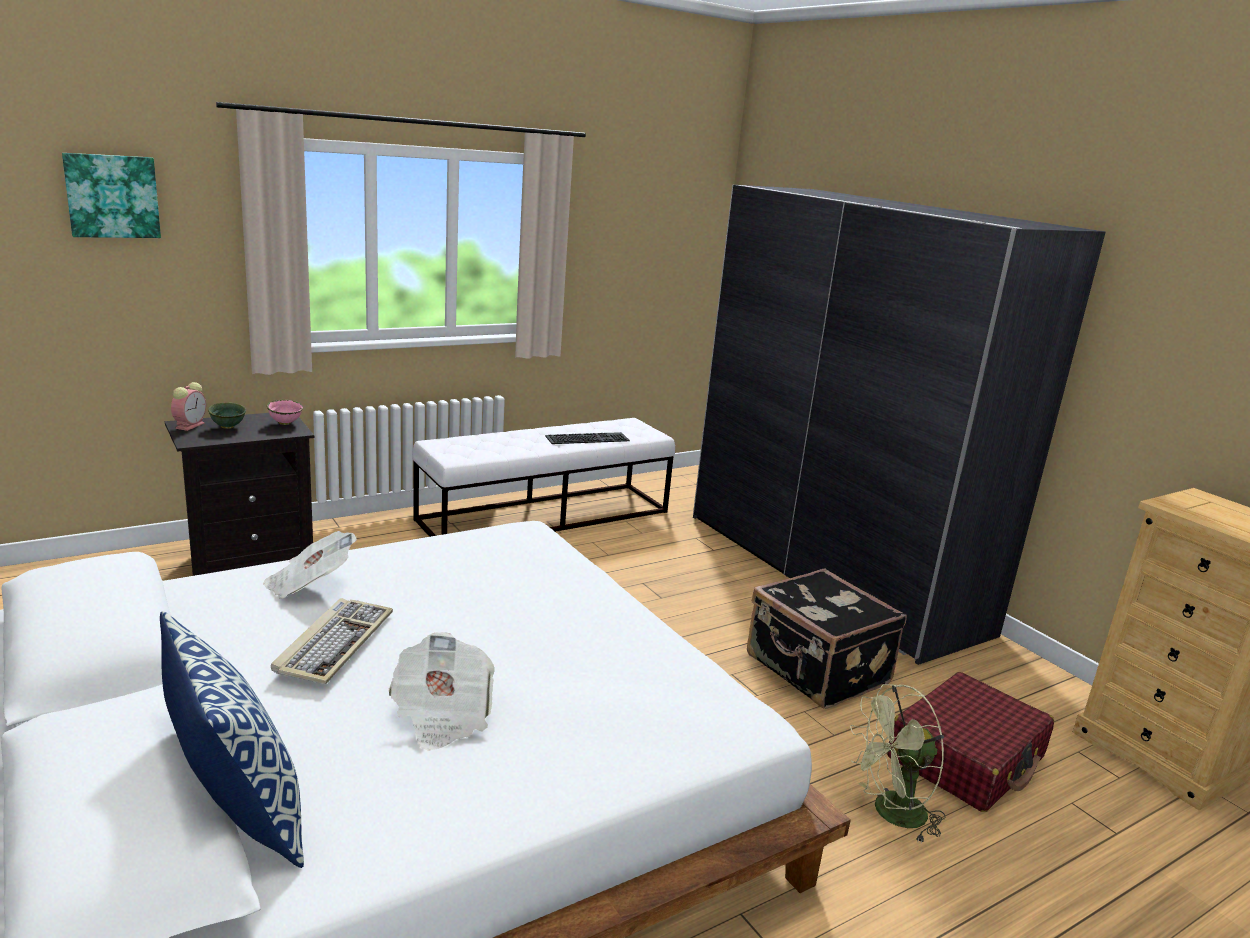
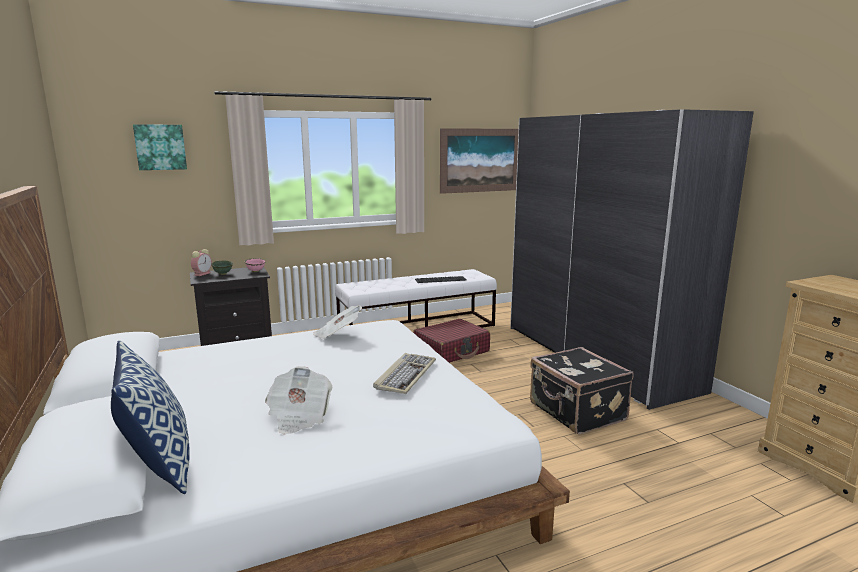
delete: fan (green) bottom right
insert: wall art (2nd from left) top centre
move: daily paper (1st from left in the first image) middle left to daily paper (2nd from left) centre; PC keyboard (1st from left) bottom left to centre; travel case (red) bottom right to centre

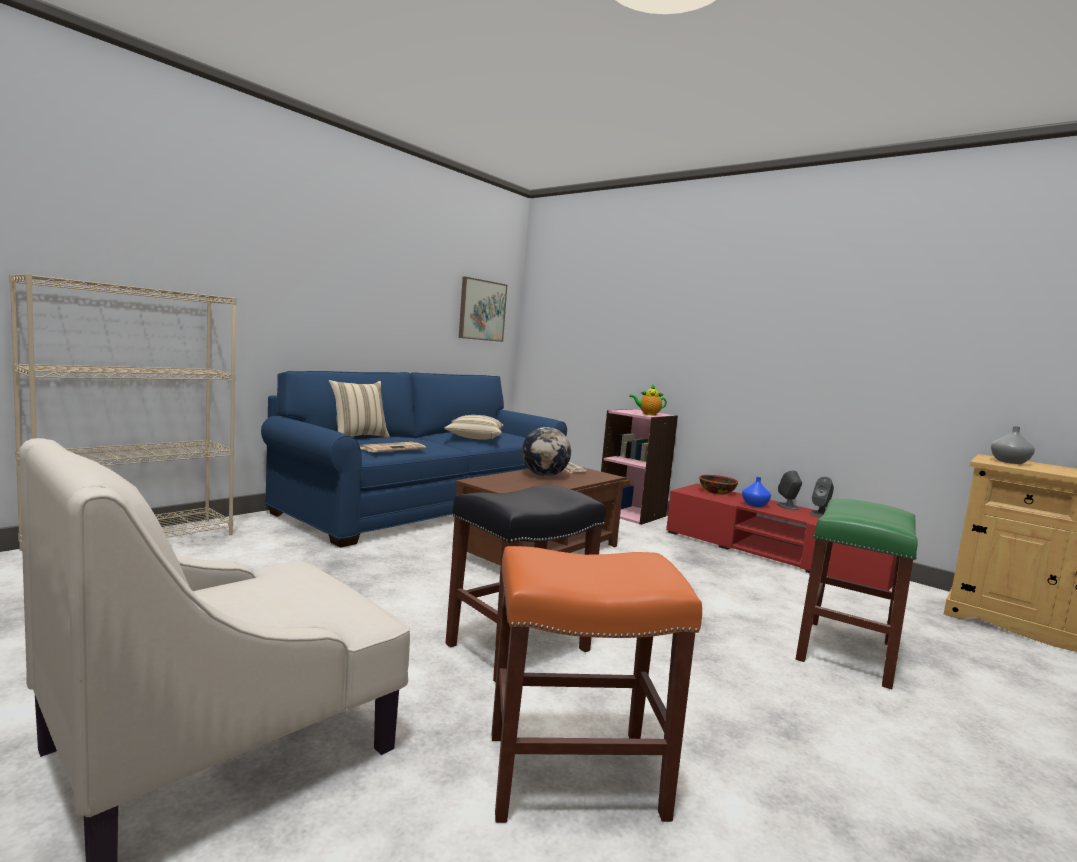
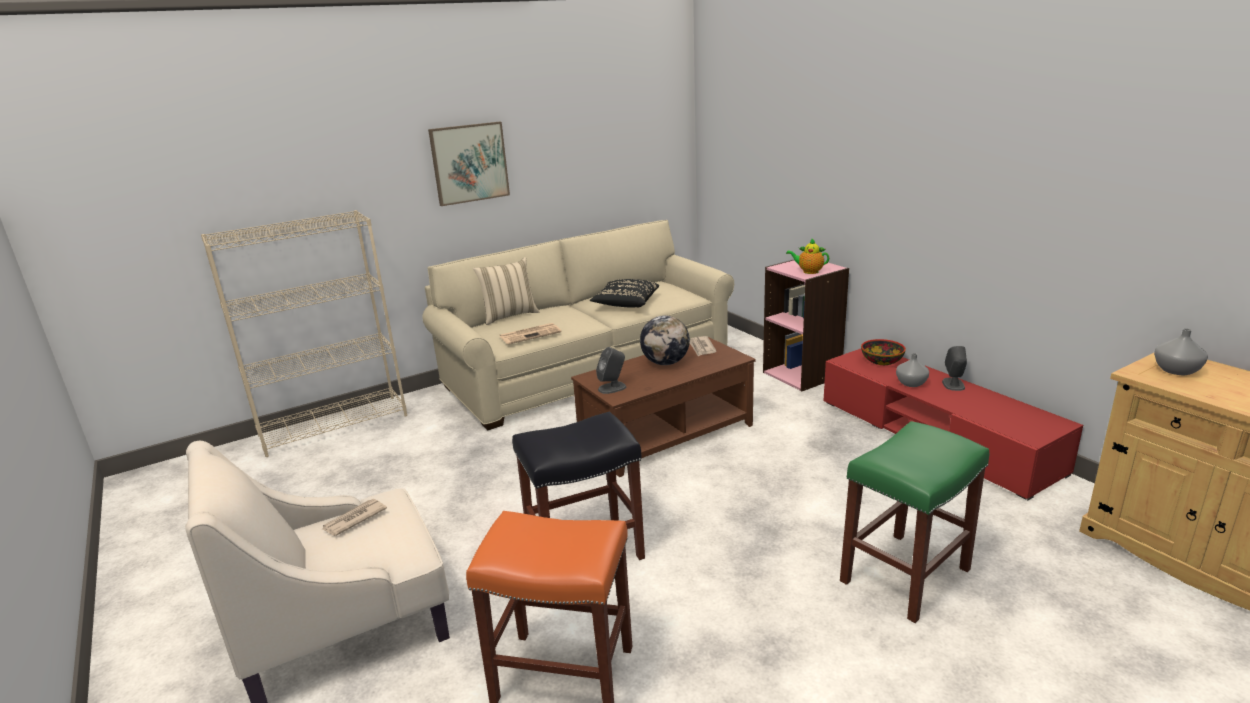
insert: daily paper (1st from left) bottom left
move: wall art centre to top centre; loudspeaker (greyish) (2nd from left in the first image) middle right to loudspeaker (greyish) (1st from left) centre
recolor: couch (bluish) centre to couch (sand-coloured) centre; cushion (sand-coloured) (2nd from left) centre to cushion (blackish) centre; flower vase (bluish) middle right to flower vase (greyish) (1st from left) middle right

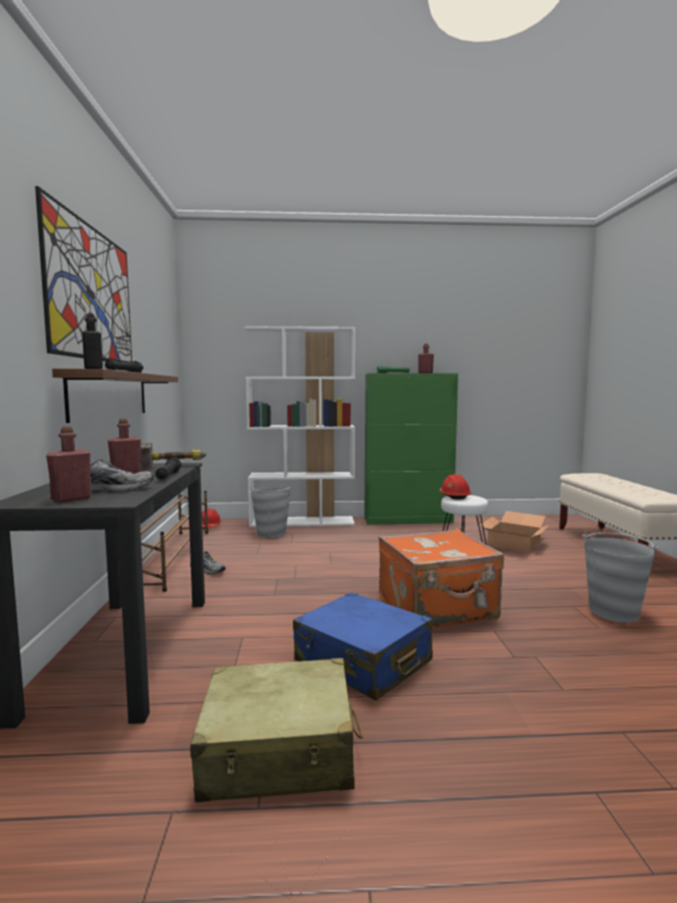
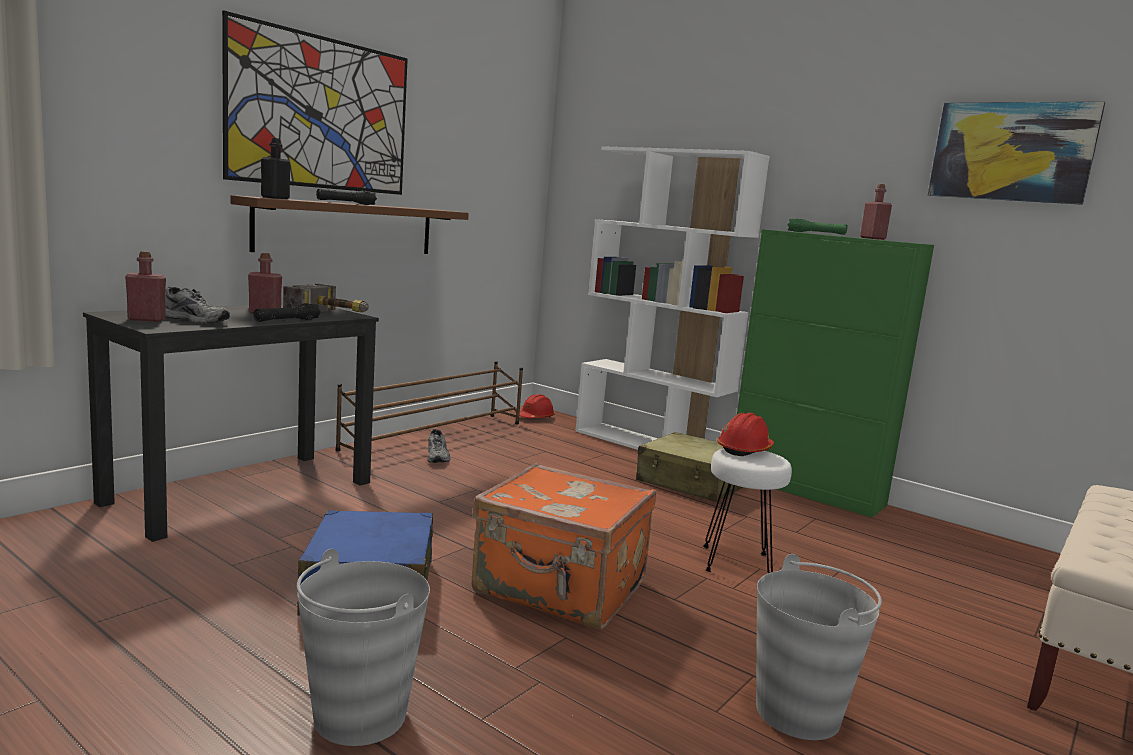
delete: carton middle right
insert: wall art (2nd from left) top right
move: pail (greyish) (1st from left) centre to bottom left; travel case (sand-coloured) bottom centre to centre

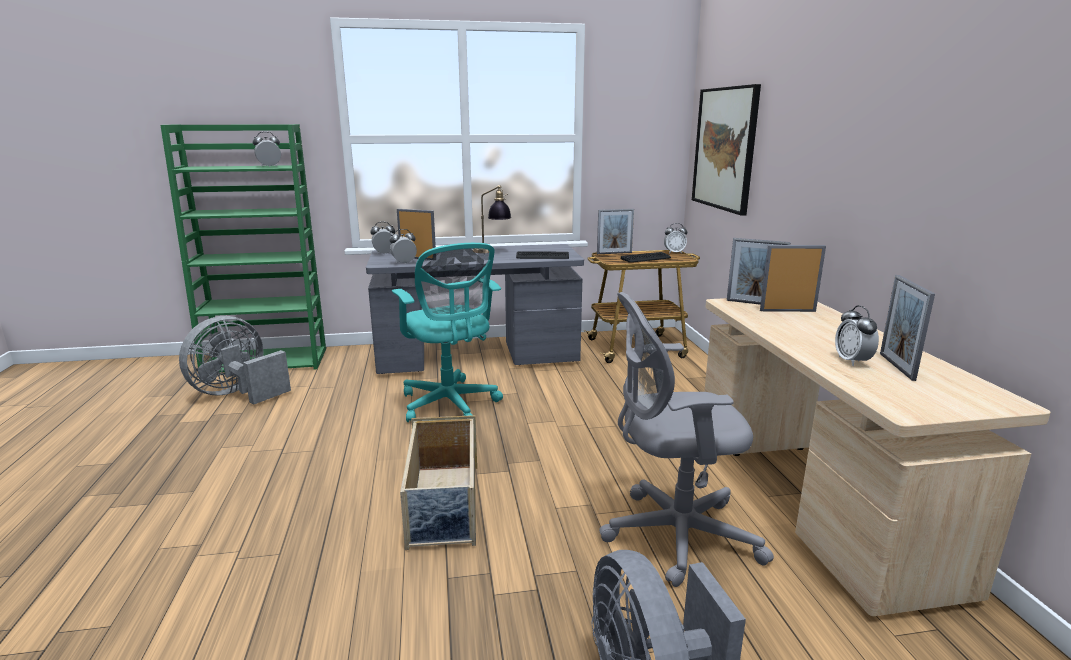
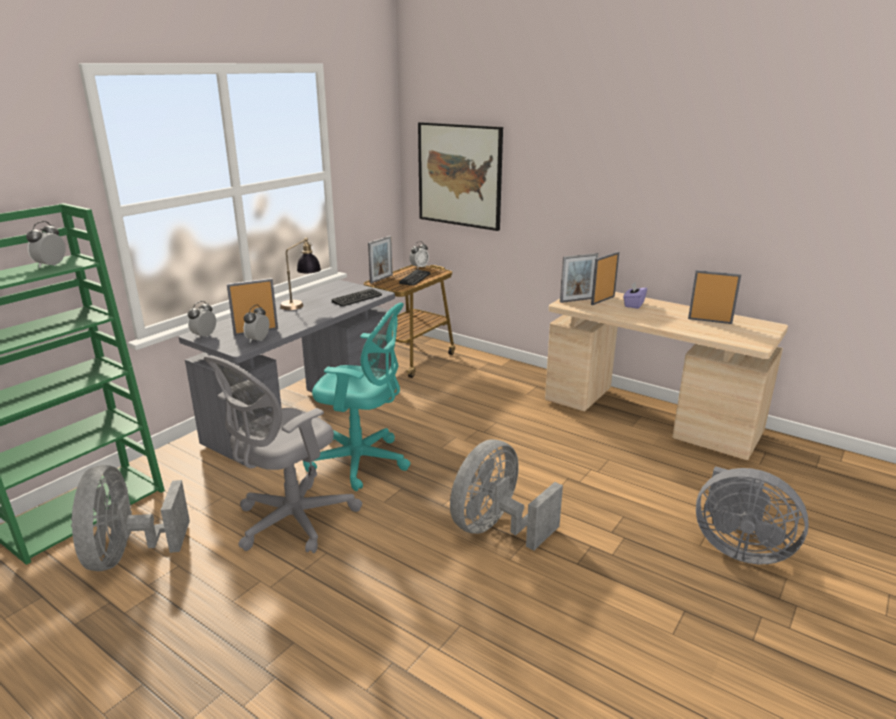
delete: table clock (5th from left) middle right
insert: box of tissues (purple) middle right
move: office chair (greyish) centre to middle left
replace: storage container (sand-coloured) bottom centre to fan (greyish) (2nd from left) bottom centre
rotate: standing frame (5th from left) middle right = middle right 150 degrees clockwise

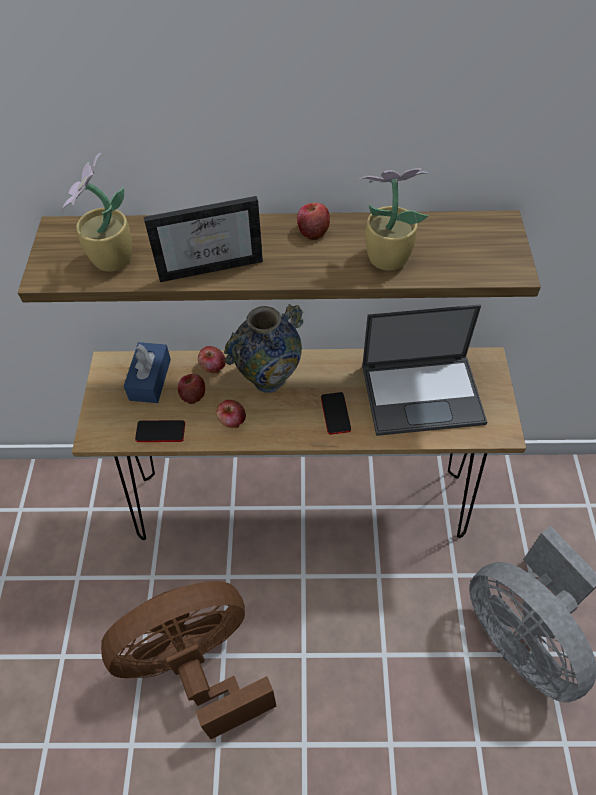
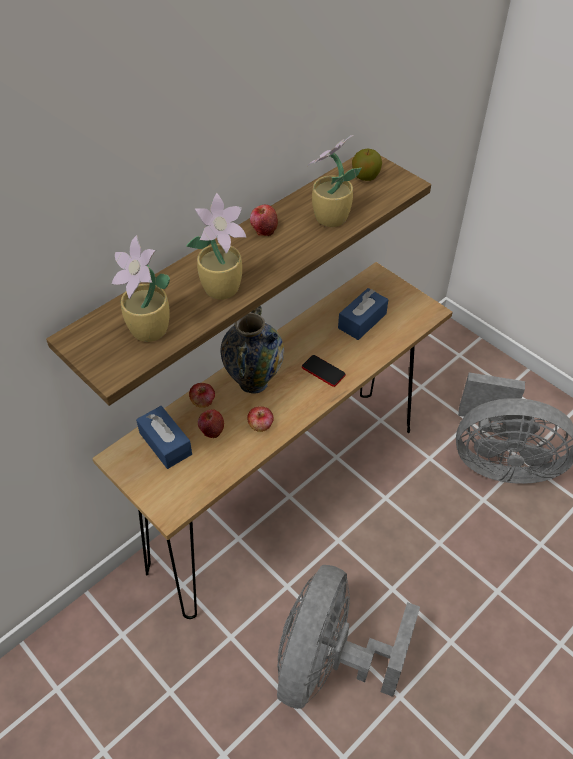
delete: telephone (1st from left) middle left
insert: apple fruit (5th from left) top centre
replace: standing frame top centre to plant in a pot (2nd from left) top centre; portable computer middle right to box of tissues (bluish) (2nd from left) centre
recolor: fan (brown-coloured) bottom left to fan (greyish) (1st from left) bottom centre

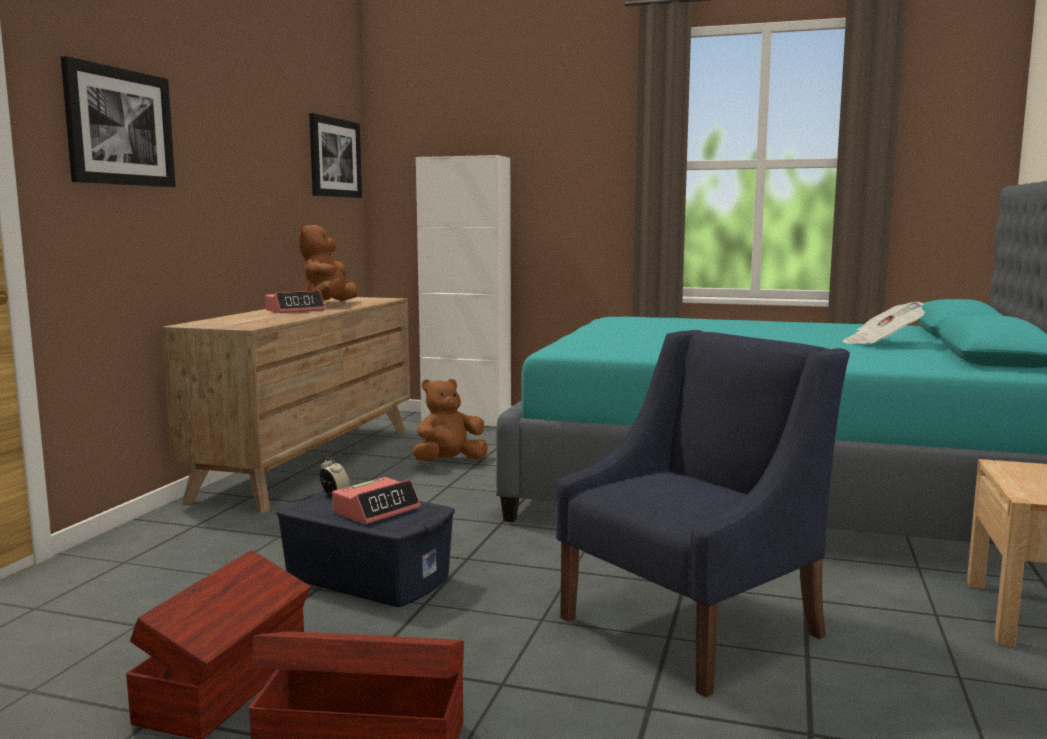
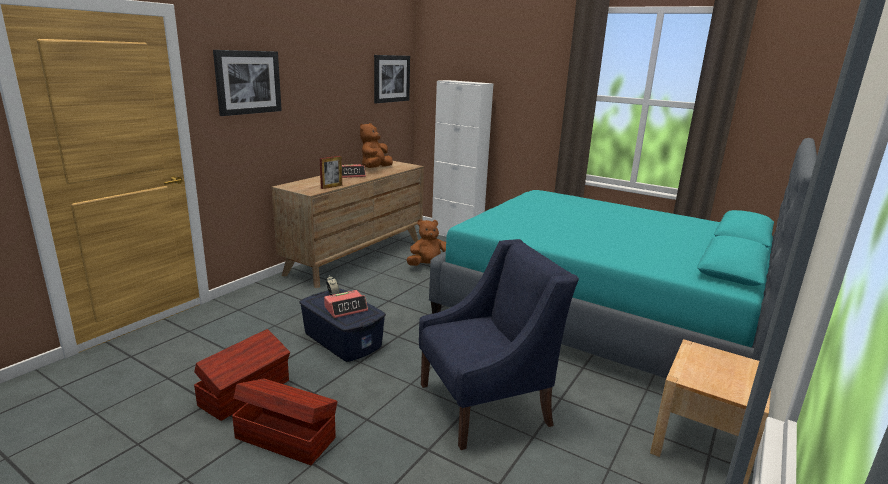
delete: daily paper middle right
insert: standing frame centre

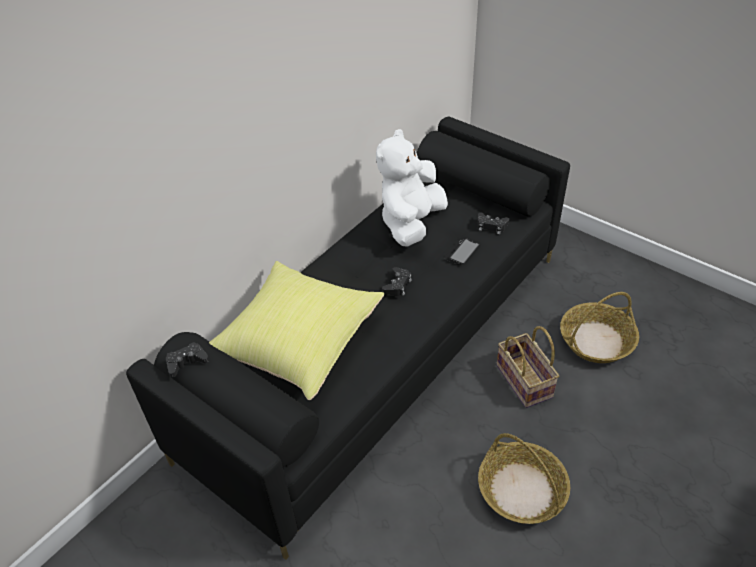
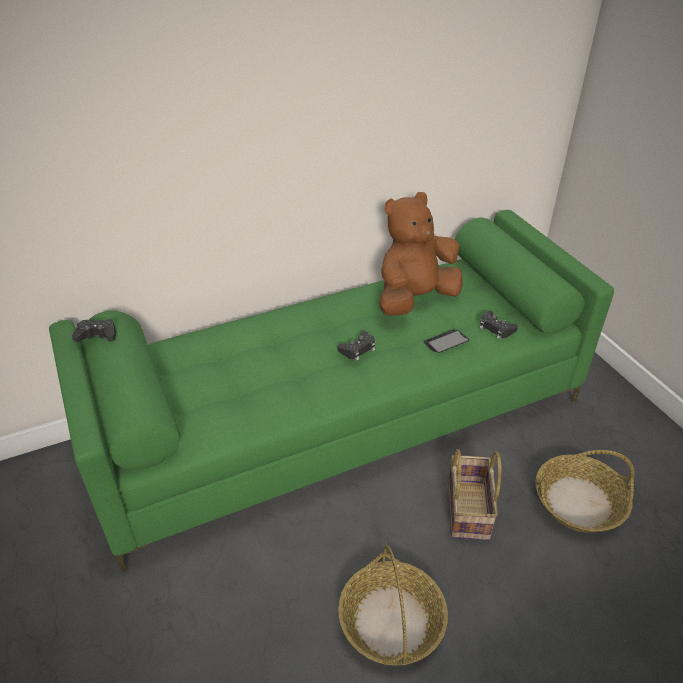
delete: cushion (yellow-coloured) centre
recolor: couch (blackish) centre to couch (green) centre; plush toy (whitish) top centre to plush toy (brown-coloured) centre

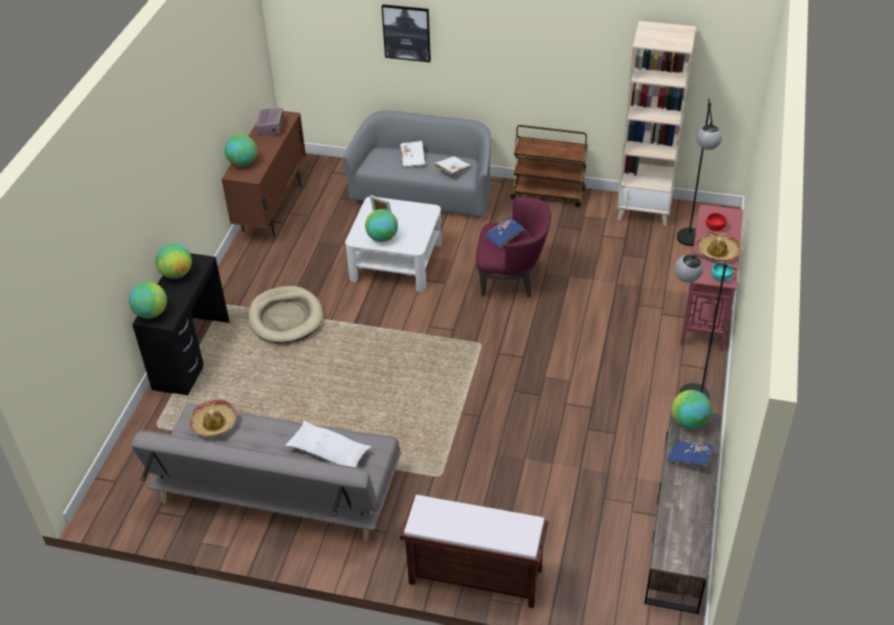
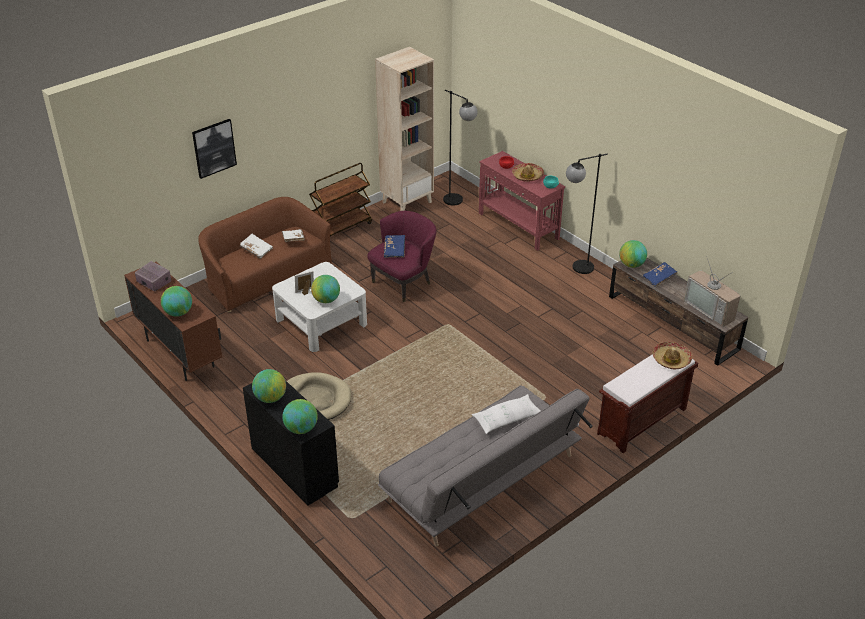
insert: TV middle right
move: clothing hat (1st from left in the first image) bottom left to clothing hat (2nd from left) middle right
recolor: couch (greyish) (2nd from left) top centre to couch (brown-coloured) middle left

